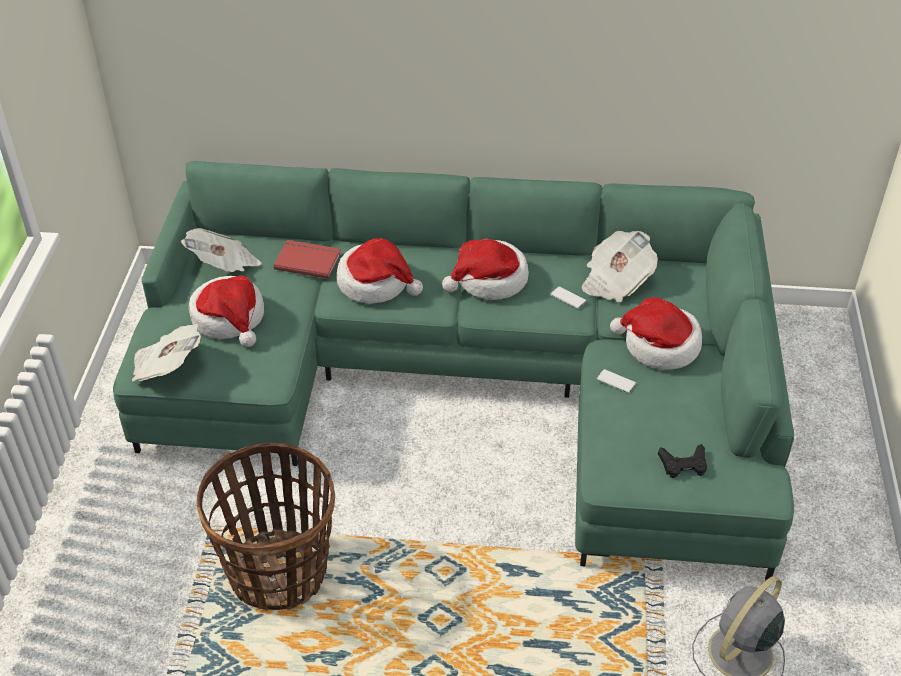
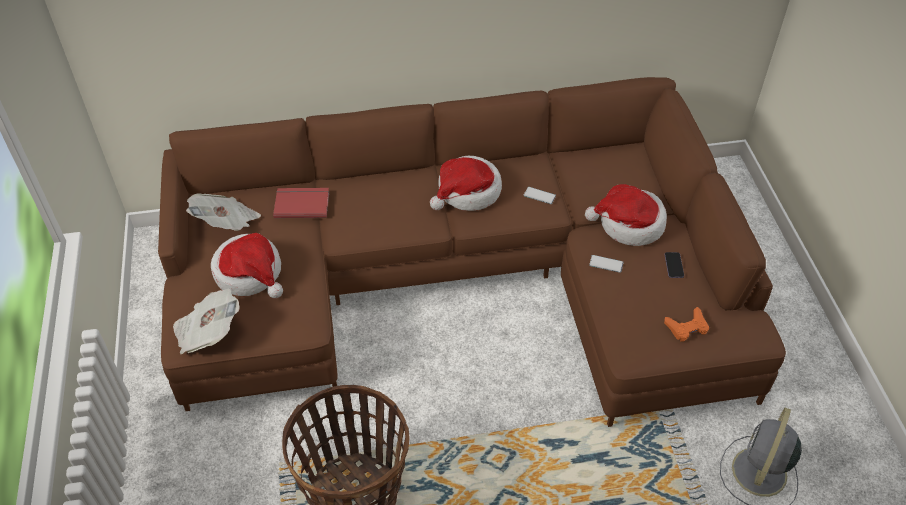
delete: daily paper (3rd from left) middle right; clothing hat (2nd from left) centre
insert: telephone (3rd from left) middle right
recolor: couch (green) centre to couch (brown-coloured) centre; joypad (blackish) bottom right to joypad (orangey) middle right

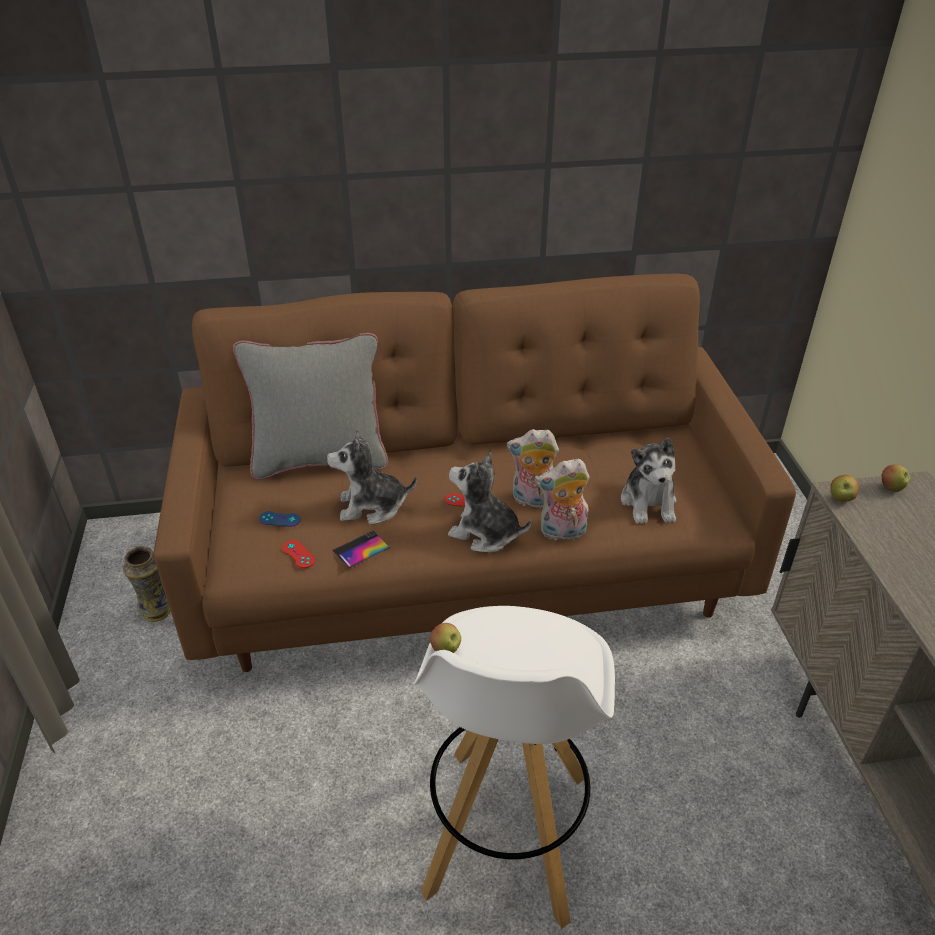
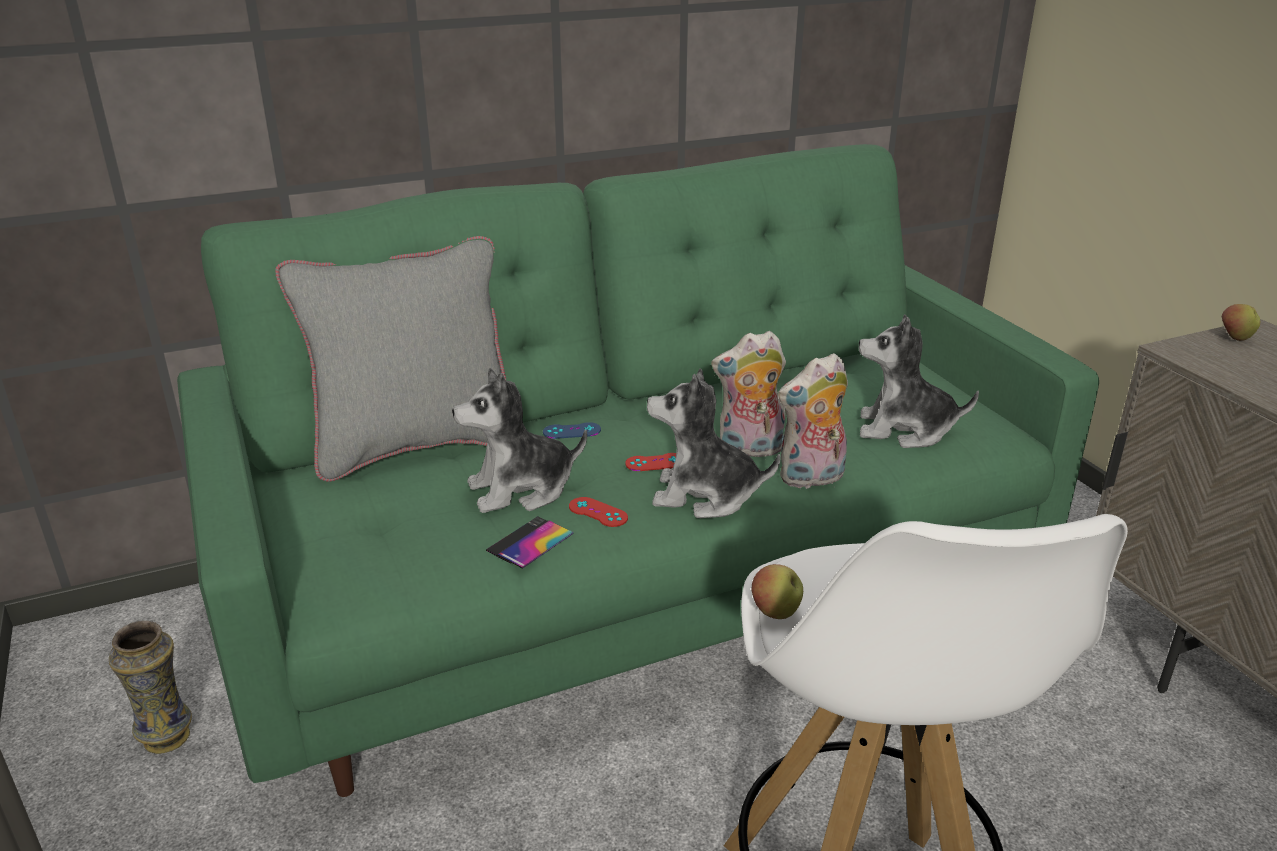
delete: apple fruit (2nd from left) middle right
move: joypad (bluish) middle left to centre; joypad (red) (1st from left) middle left to centre
recolor: couch (brown-coloured) centre to couch (green) centre
rotate: plush toy (5th from left) middle right = middle right 120 degrees clockwise

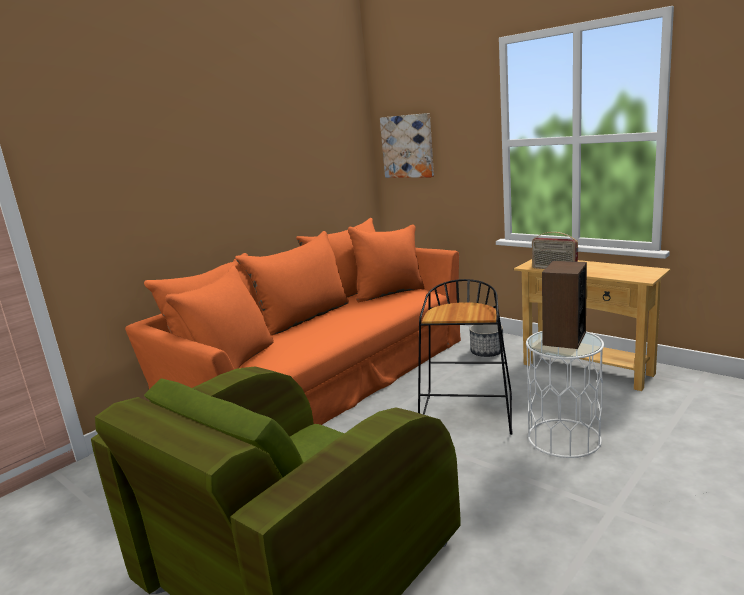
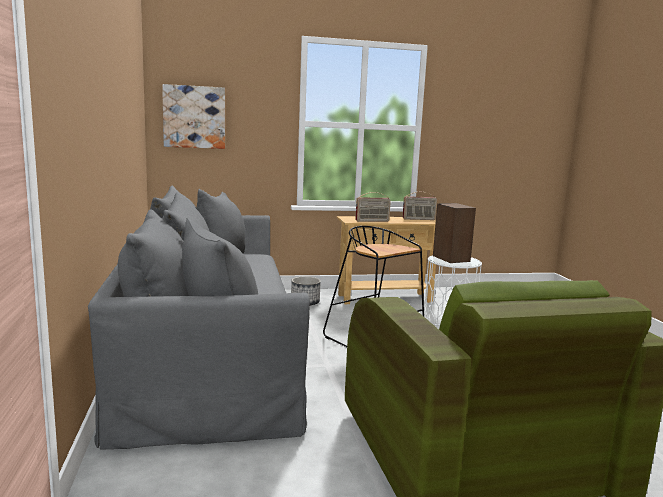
insert: radio set (2nd from left) centre
recolor: couch (orangey) centre to couch (greyish) middle left

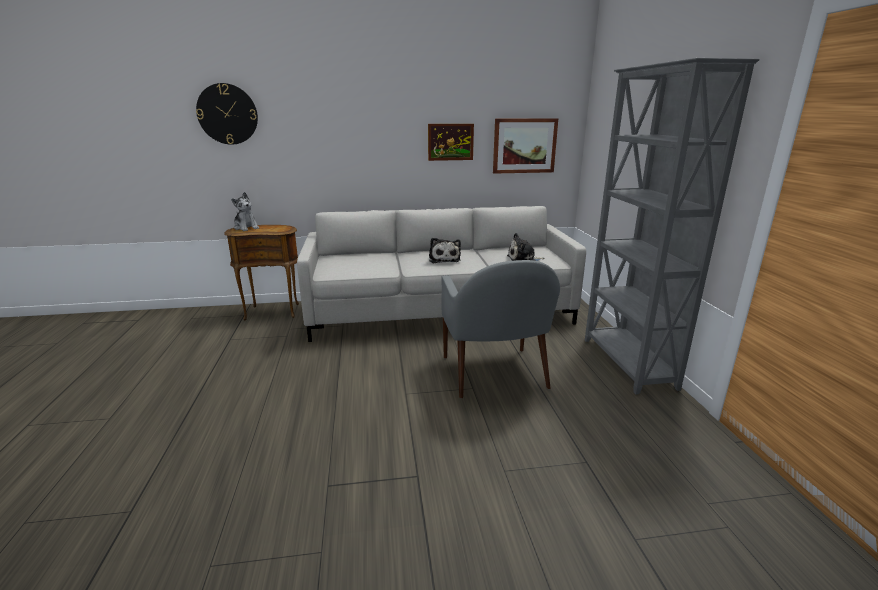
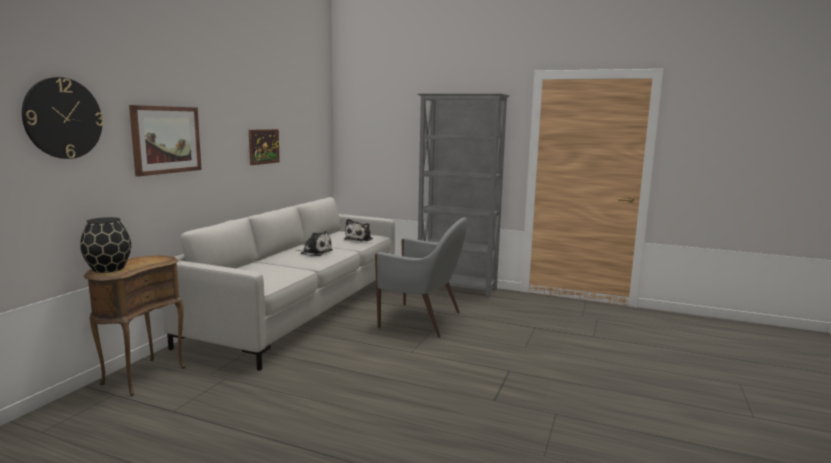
move: wall art (2nd from left in the first image) top centre to wall art (1st from left) top left
replace: plush toy (1st from left) middle left to flower vase (blackish) middle left

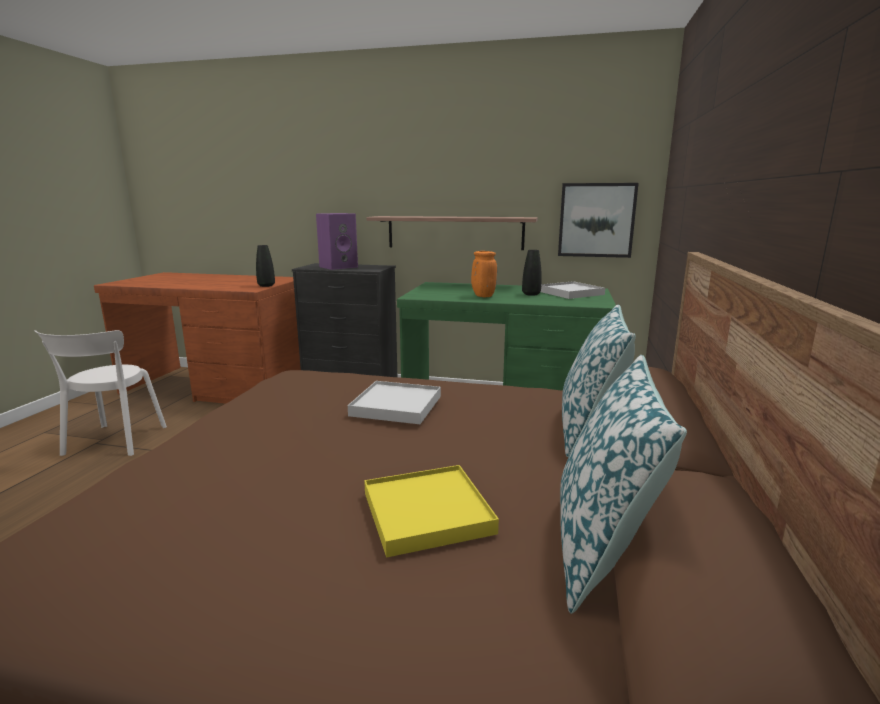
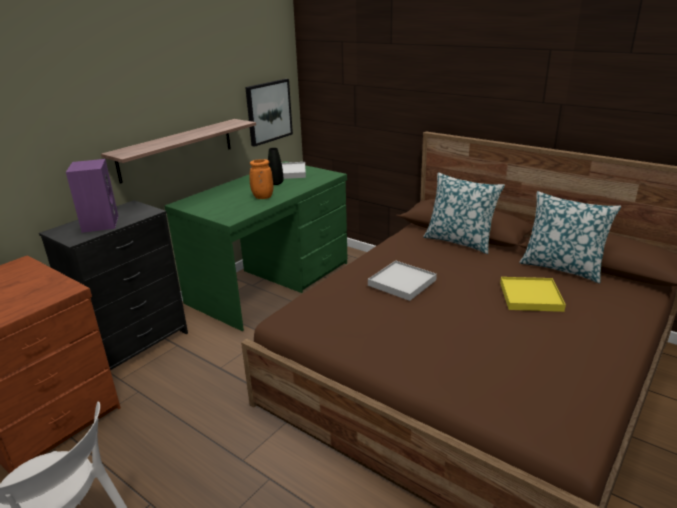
delete: flower vase (blackish) (1st from left) middle left

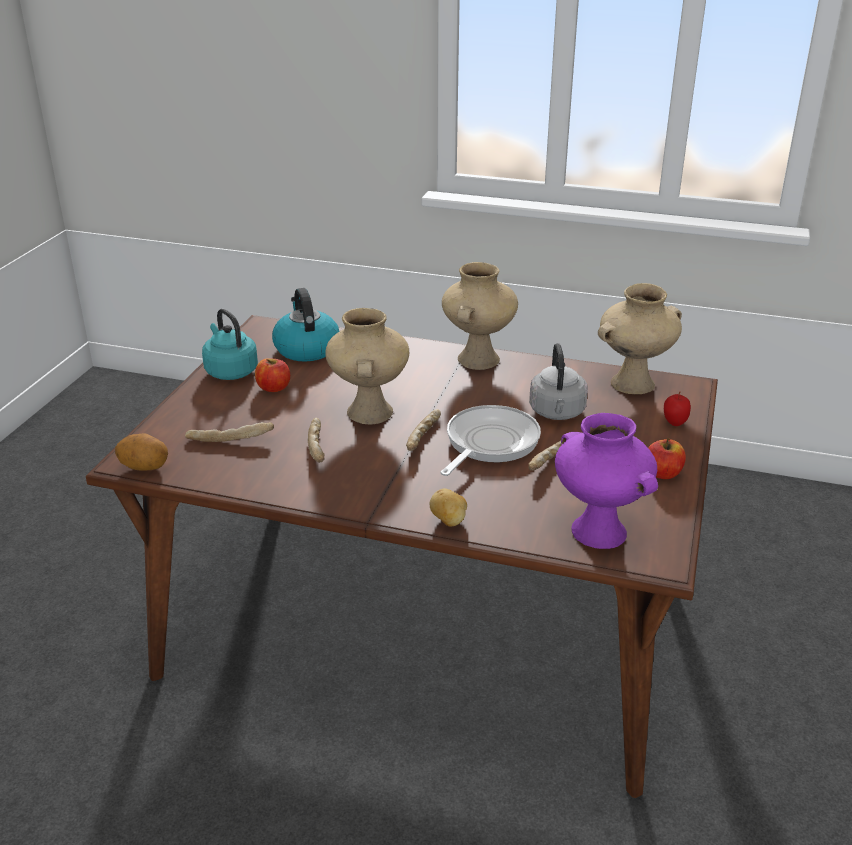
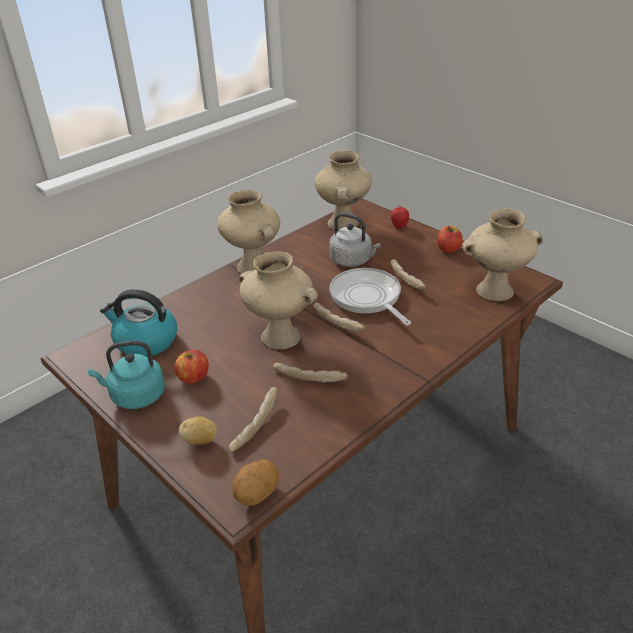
move: spud (2nd from left in the first image) centre to spud (1st from left) bottom left
recolor: flower vase (purple) middle right to flower vase (sand-coloured) (4th from left) middle right

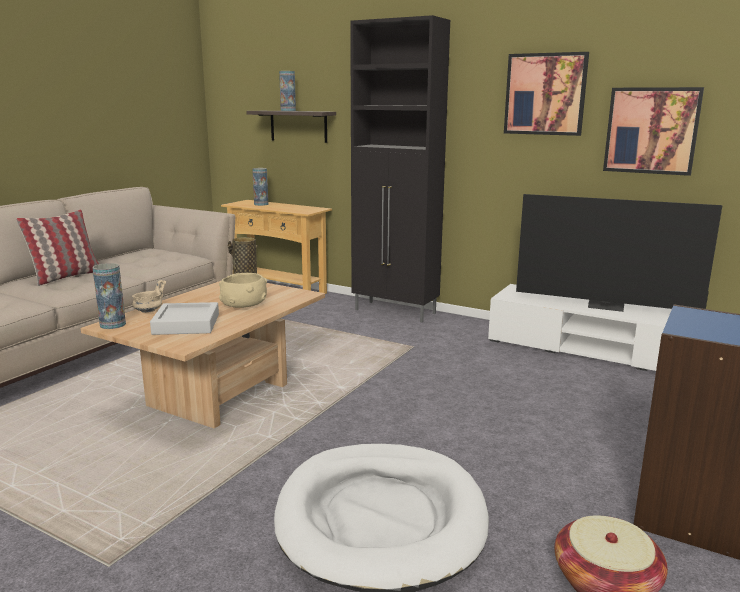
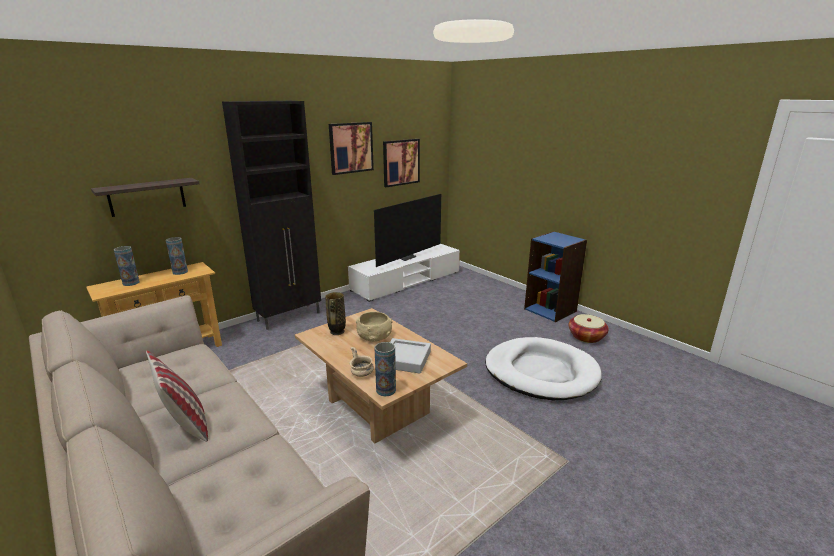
move: flower vase (4th from left in the first image) top centre to flower vase (2nd from left) middle left

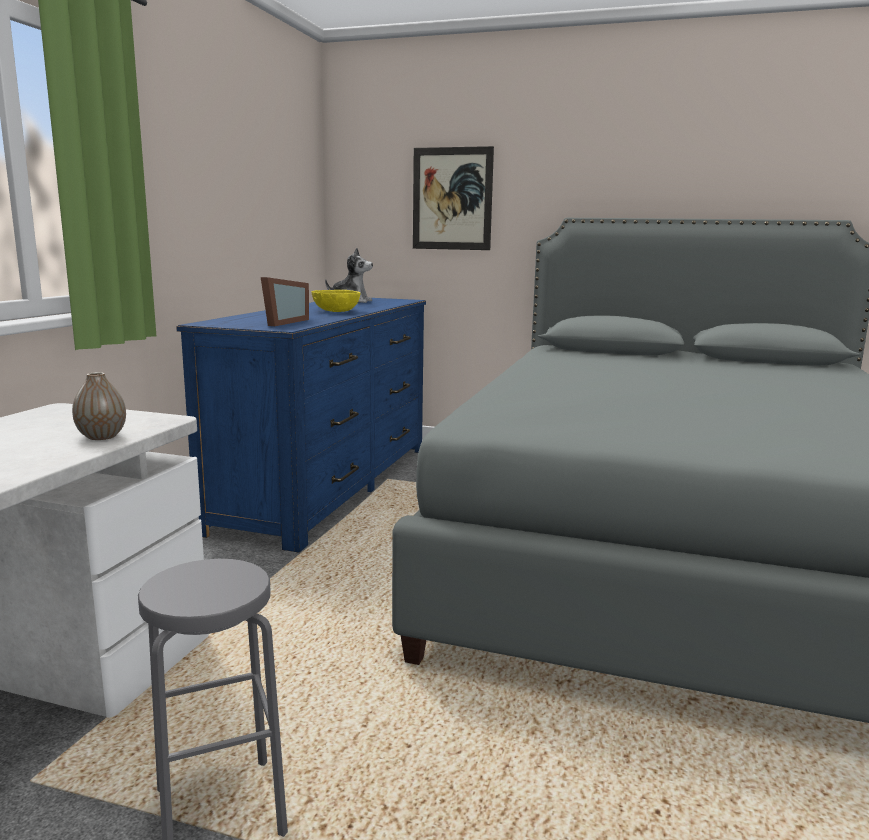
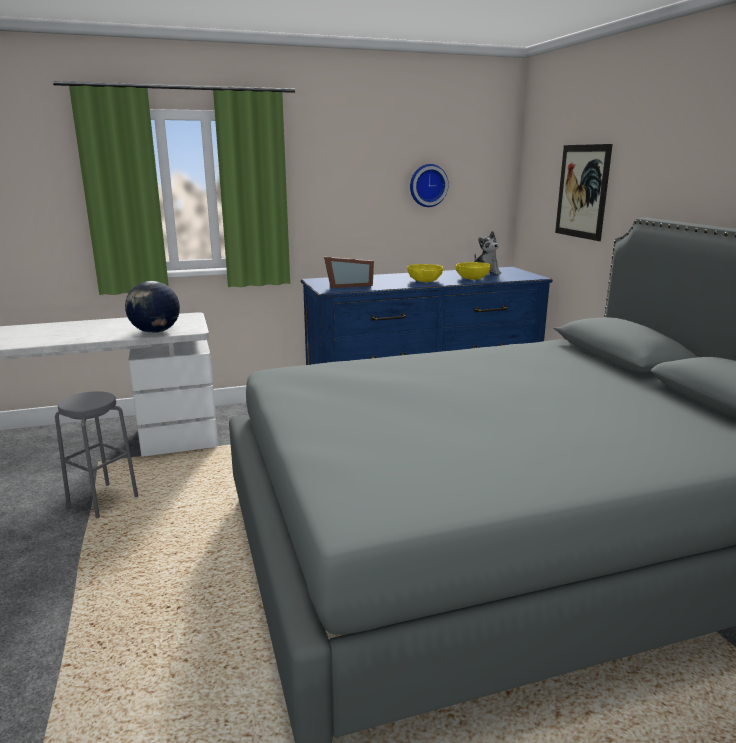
insert: wall clock top centre; serving bowl (yellow-coloured) (2nd from left) centre
replace: flower vase middle left to globe middle left

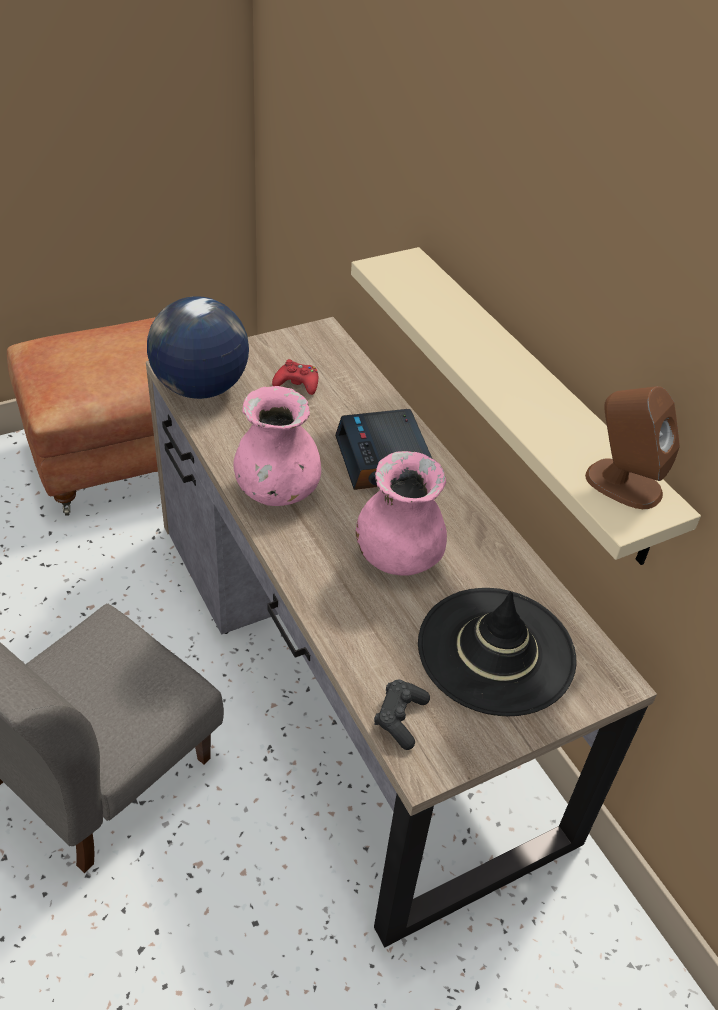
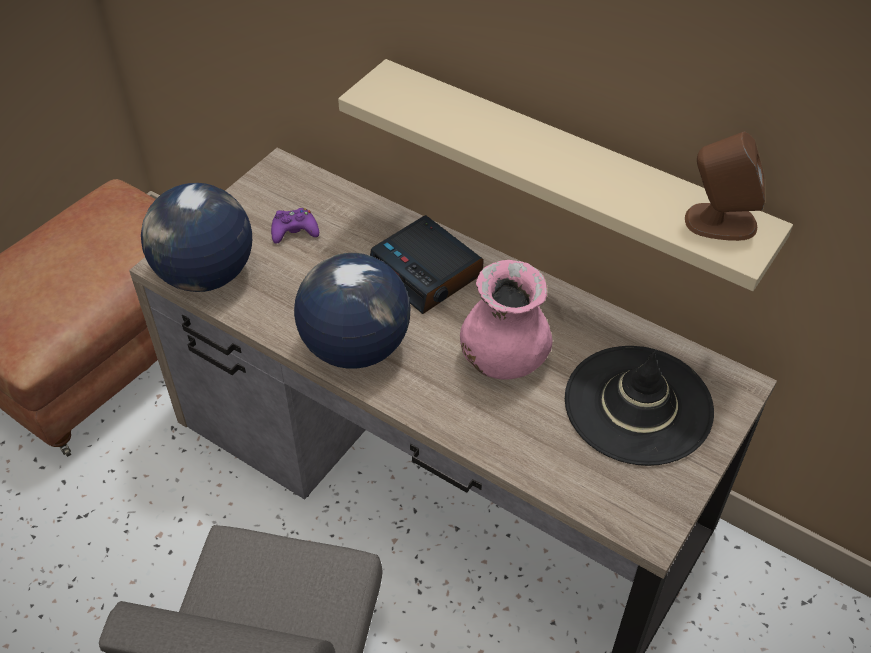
delete: joypad (blackish) bottom centre
replace: flower vase (pink-coloured) (1st from left) centre to globe (2nd from left) centre
recolor: joypad (red) centre to joypad (purple) centre

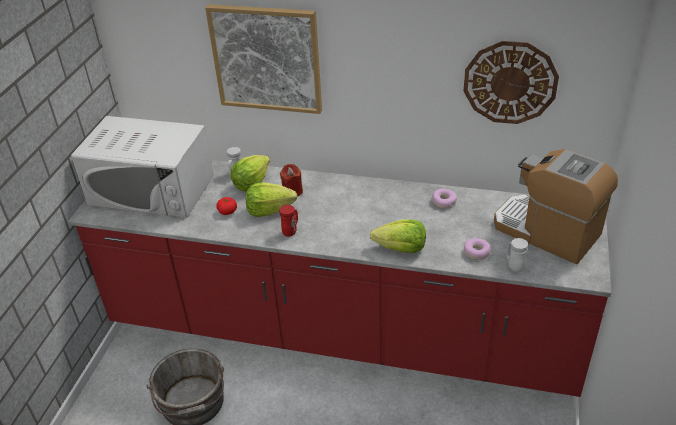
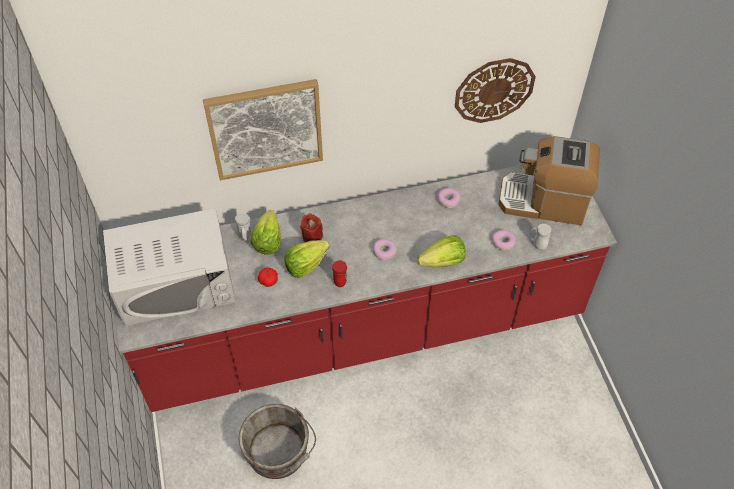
insert: donut (1st from left) centre

